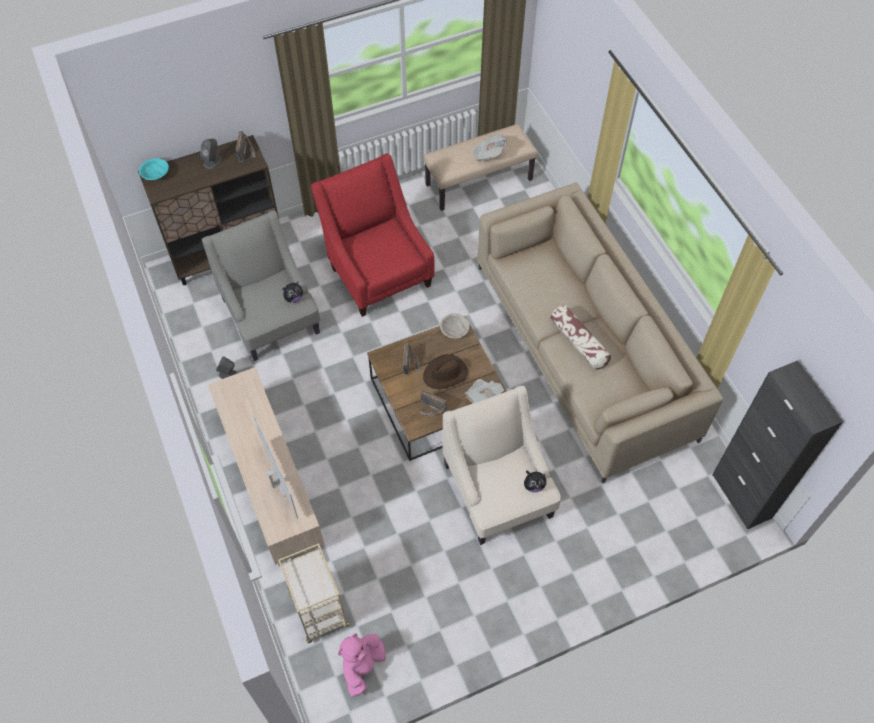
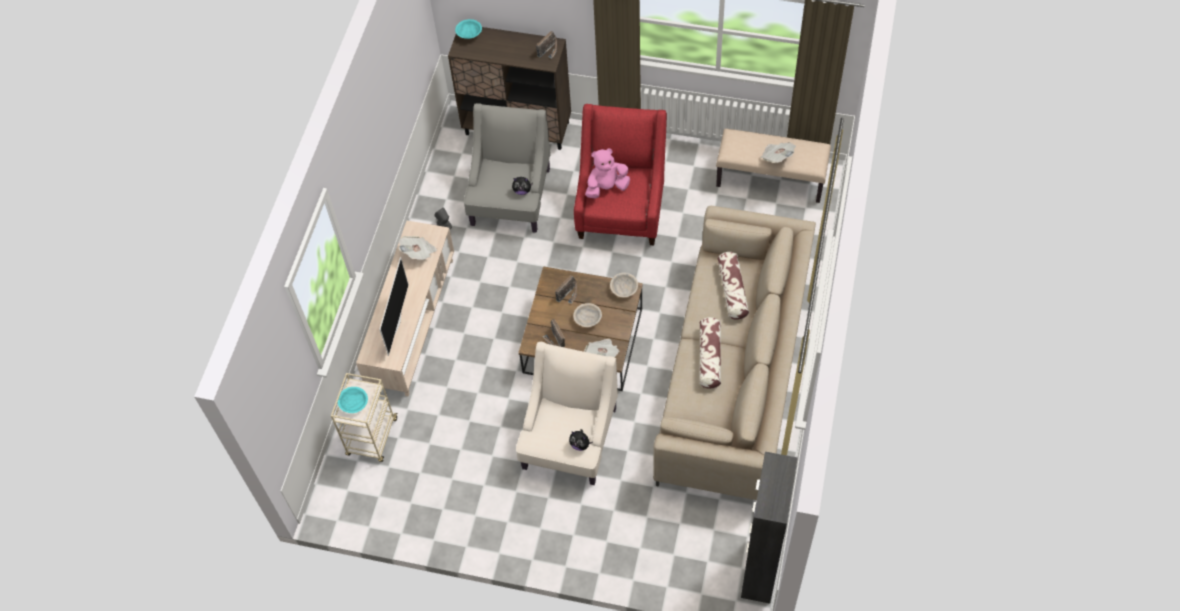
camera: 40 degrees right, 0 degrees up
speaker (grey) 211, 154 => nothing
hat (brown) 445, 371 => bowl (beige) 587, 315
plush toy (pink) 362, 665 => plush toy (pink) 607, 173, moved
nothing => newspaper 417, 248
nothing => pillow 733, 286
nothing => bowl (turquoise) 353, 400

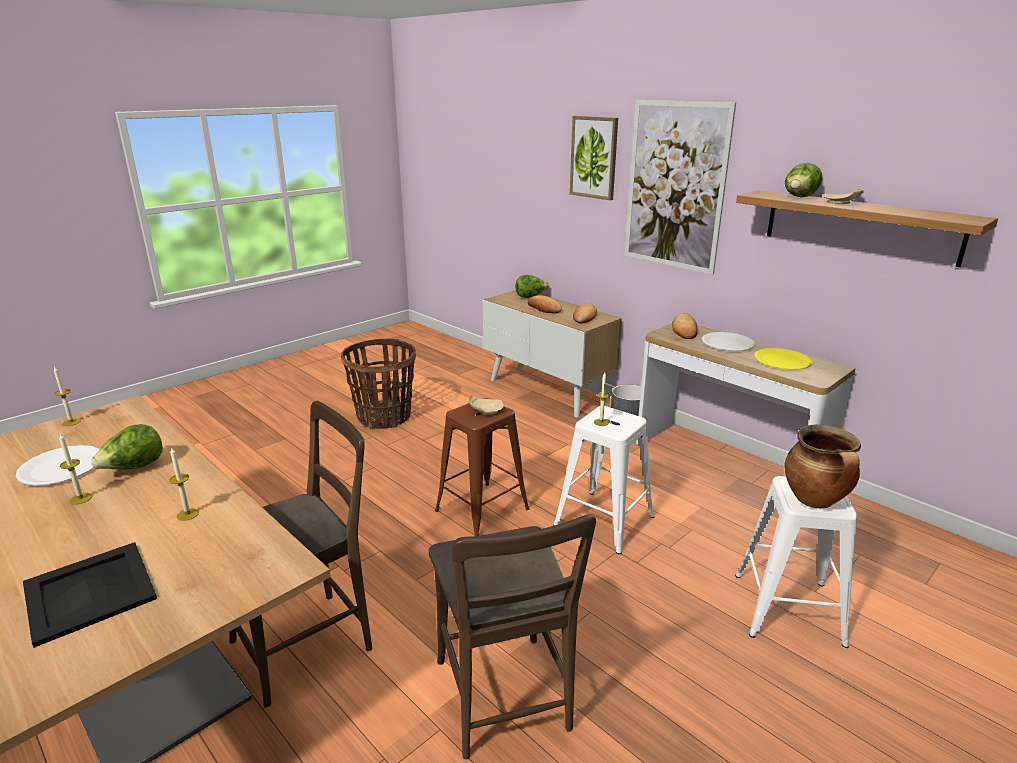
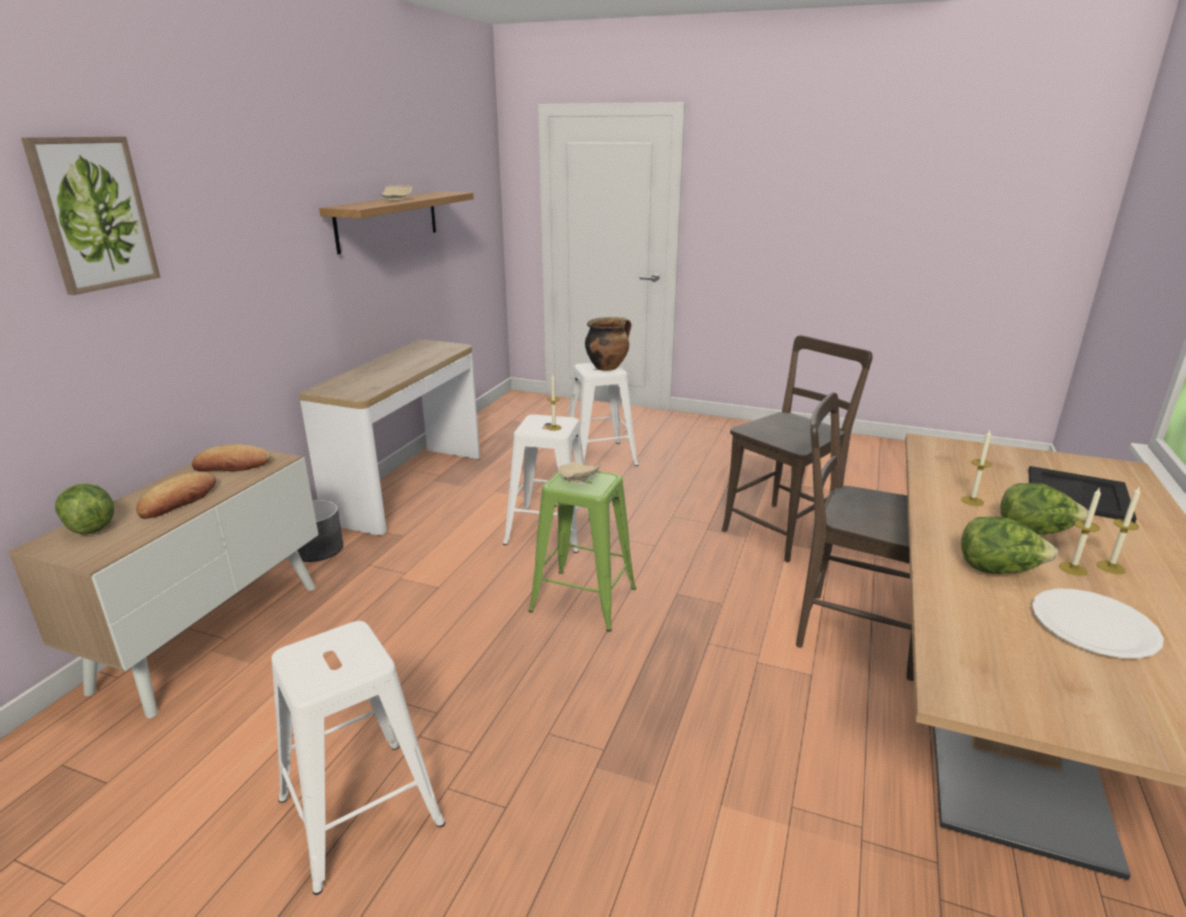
camera: 115 degrees left, 0 degrees up
picture 680, 187 => nothing
lettuce 803, 180 => lettuce 1044, 509, moved
bread 684, 326 => nothing
plate (white) 728, 341 => nothing
basket 378, 384 => stool (white) 358, 758
plate (yellow) 783, 359 => nothing
candle 67, 396 => candle 1119, 530, moved
stool (brown) 482, 467 => stool (green) 582, 551

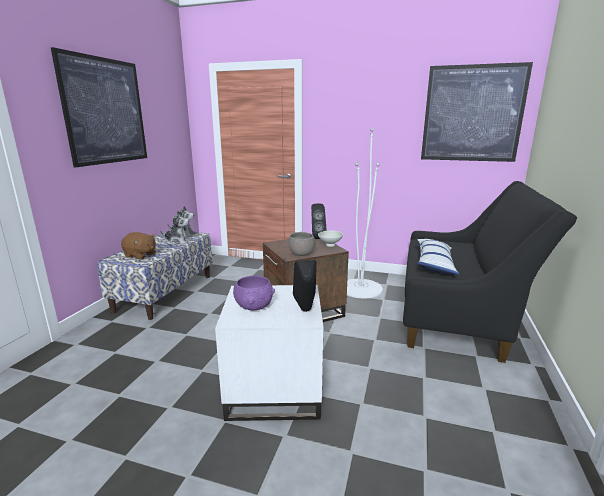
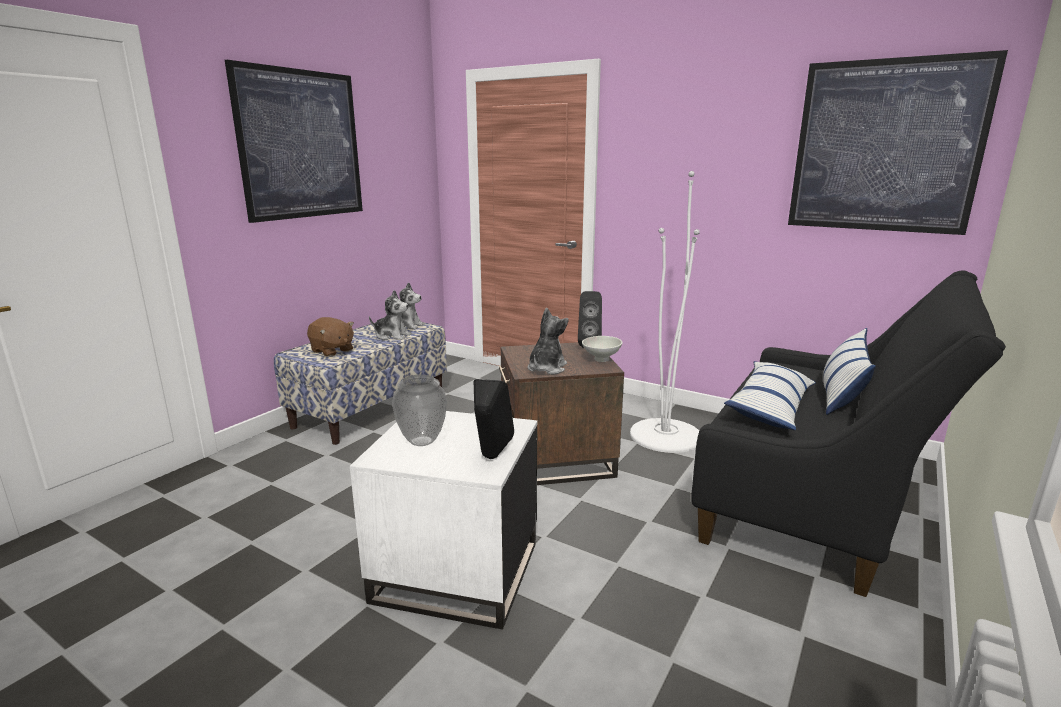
camera: 15 degrees right, 0 degrees up
bowl (grey) 301, 244 => plush toy 548, 341
bowl (purple) 254, 293 => vase 419, 410
nothing => pillow 849, 371

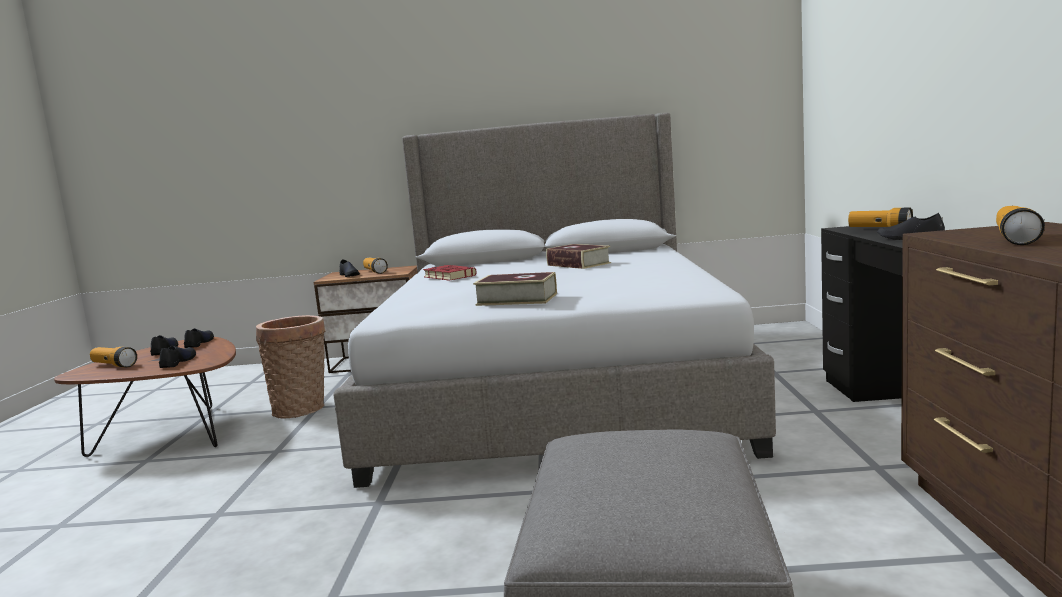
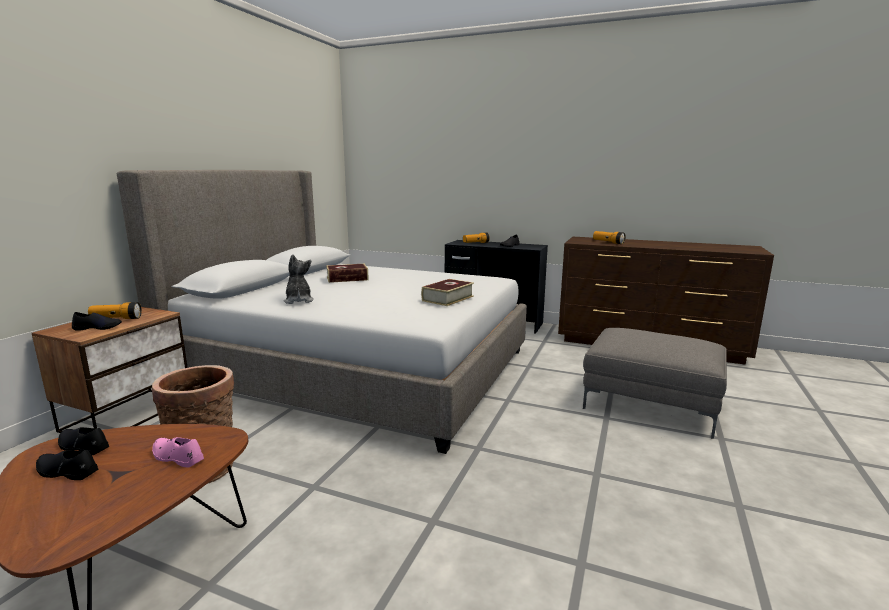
camera: 70 degrees left, 5 degrees up
book (red) 450, 273 => plush toy 299, 279
shoe (black) 177, 357 => shoe (pink) 178, 452
flashlight 113, 357 => nothing

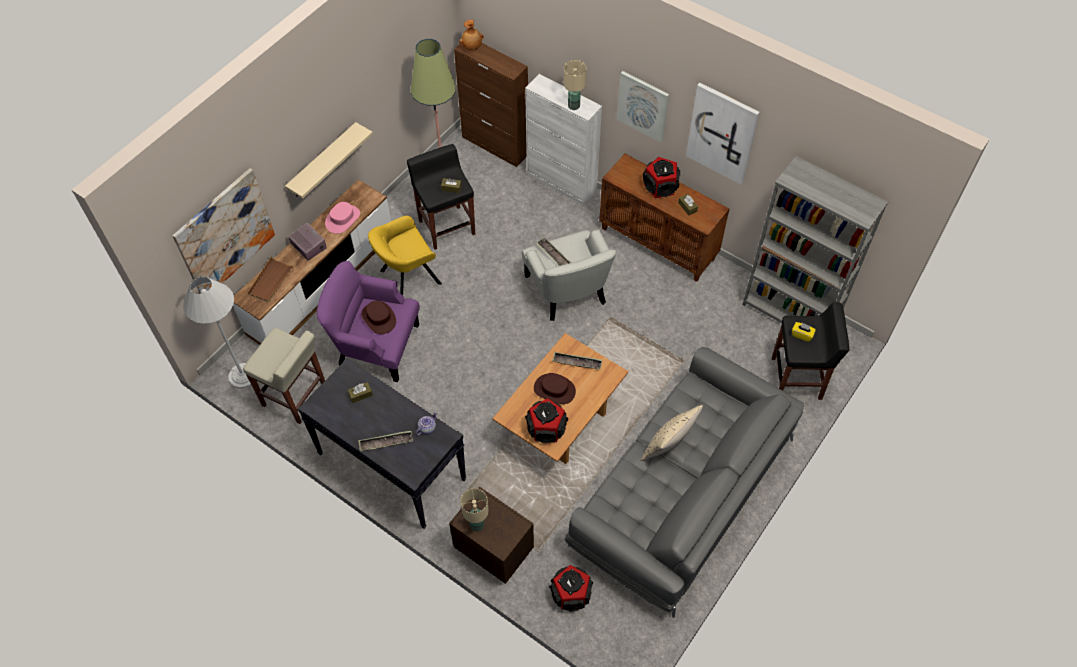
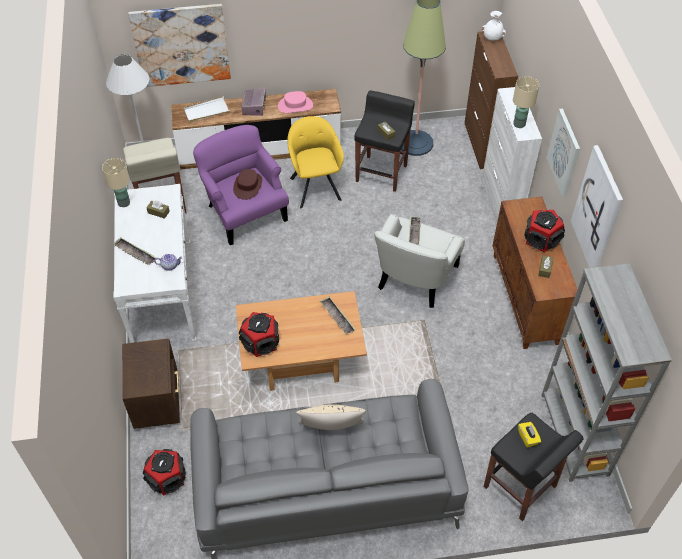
camera: 45 degrees right, 5 degrees down
vase (brown) 471, 35 => vase (white) 494, 26
shelf (beige) 329, 160 => nothing
armchair (yellow) 405, 255 => armchair (yellow) 315, 162, 60 degrees clockwise
tray (brown) 271, 279 => tray (white) 207, 109
console table (black) 382, 443 => console table (white) 154, 263
hat (brown) 555, 388 => nothing
table lamp (beige) 474, 510 => table lamp (beige) 116, 182, moved

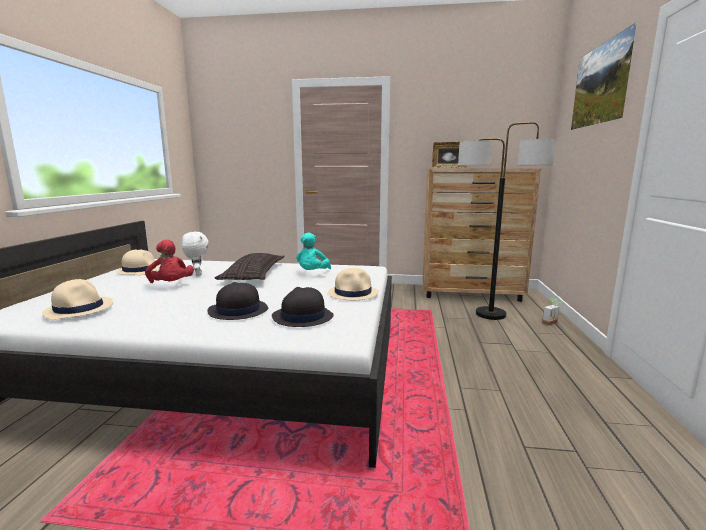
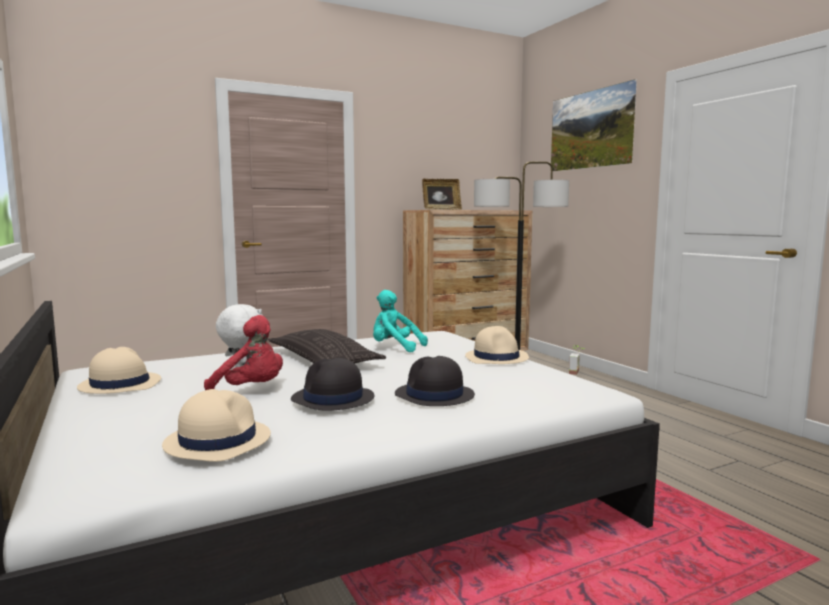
camera: 35 degrees left, 5 degrees down
plush toy (turquoise) 313, 251 => plush toy (turquoise) 400, 321, 135 degrees clockwise
hat (black) 303, 307 => hat (black) 332, 384, moved

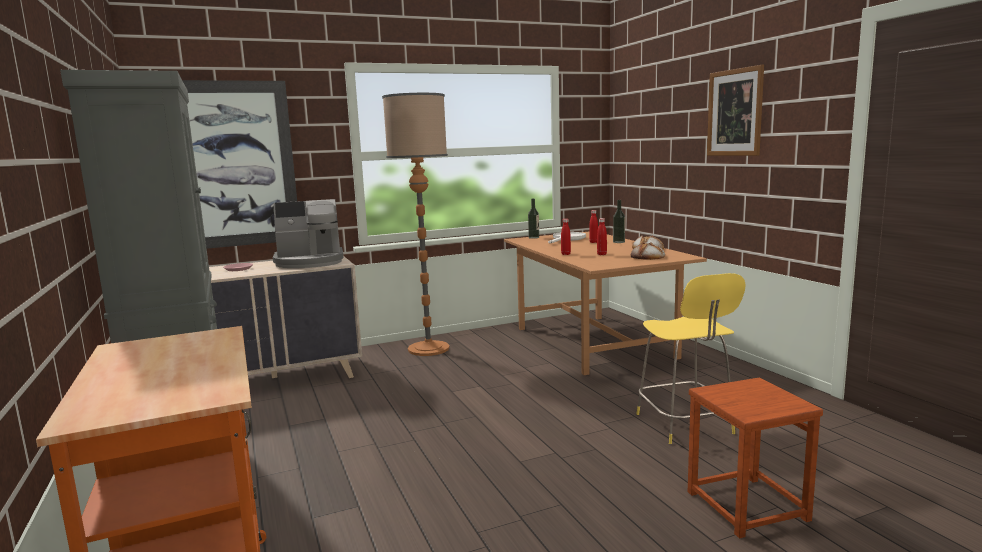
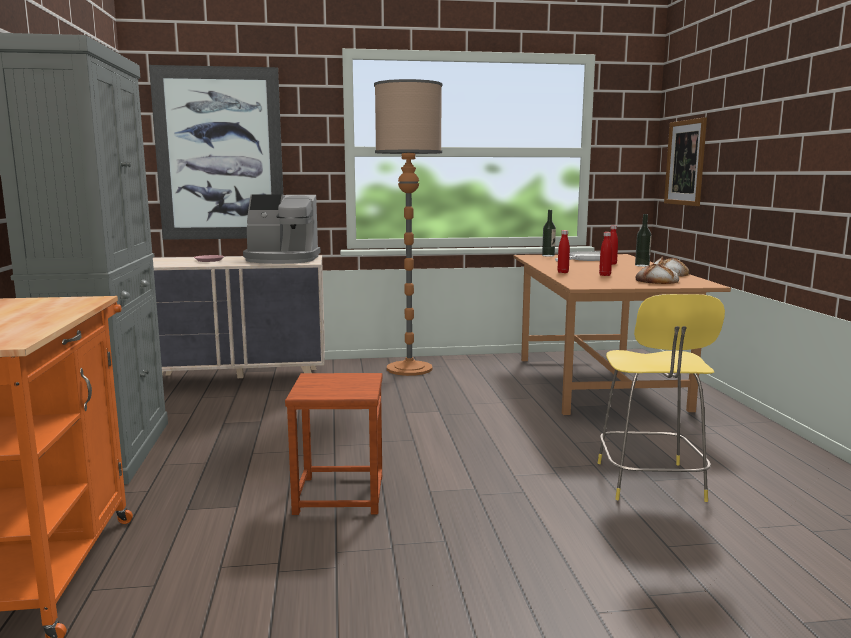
camera: 15 degrees right, 0 degrees up
picture 735, 110 => picture 685, 161, moved
stool (brown) 755, 458 => stool (brown) 333, 444, moved

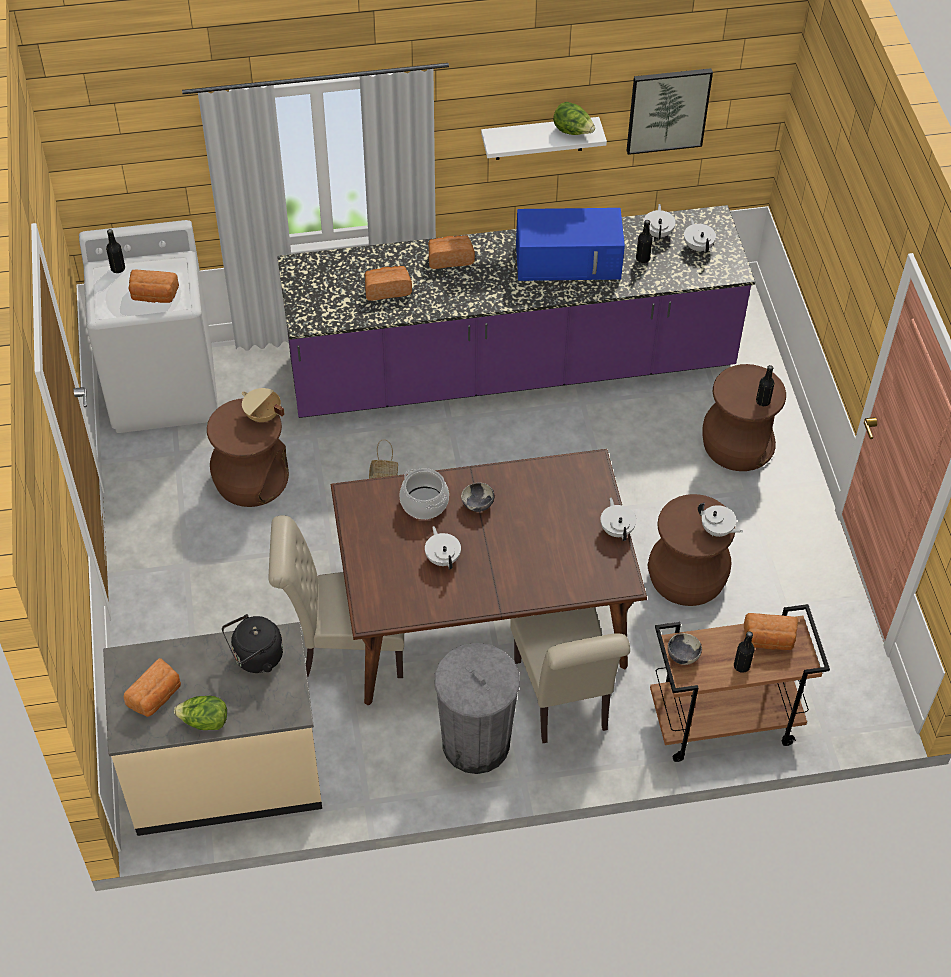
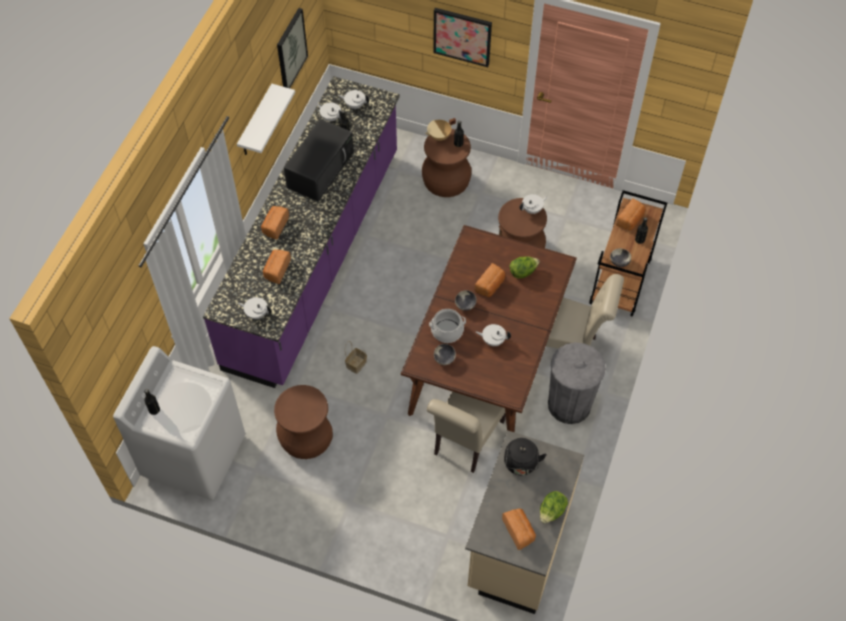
camera: 60 degrees left, 5 degrees up
lettuce 574, 118 => lettuce 525, 267, moved
microwave (blue) 570, 244 => microwave (black) 319, 160
bread 153, 286 => bread 489, 280, moved
cooking pot (beige) 263, 405 => cooking pot (beige) 440, 129, moved
teapot (white) 618, 519 => teapot (white) 255, 308, moved
nothing => picture 462, 37
nothing => bowl 445, 354

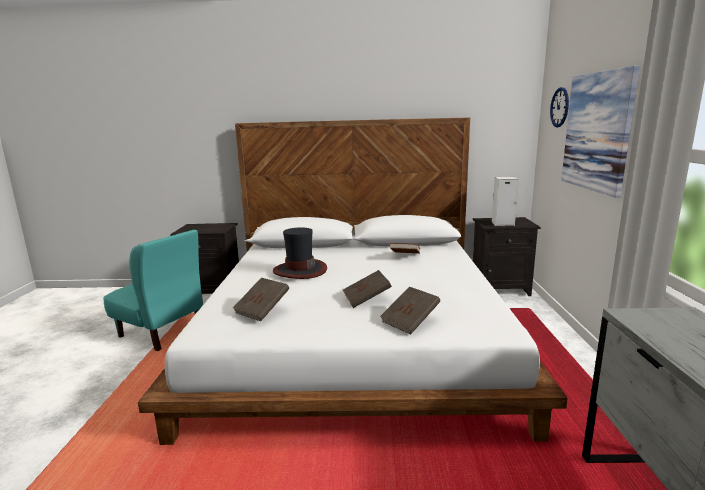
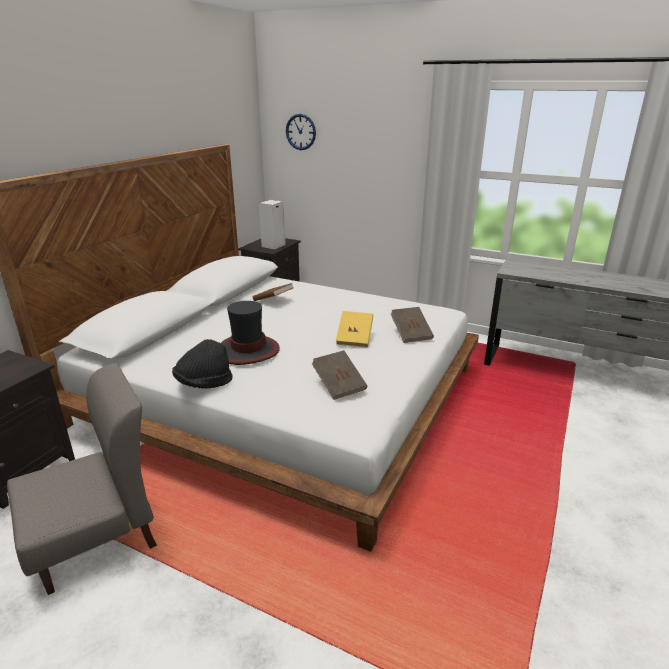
camera: 65 degrees left, 10 degrees up
picture 600, 131 => nothing
chair (turquoise) 153, 290 => chair (grey) 82, 479
book (brown) 367, 289 => book (yellow) 355, 329
nothing => hat (black) 202, 364

